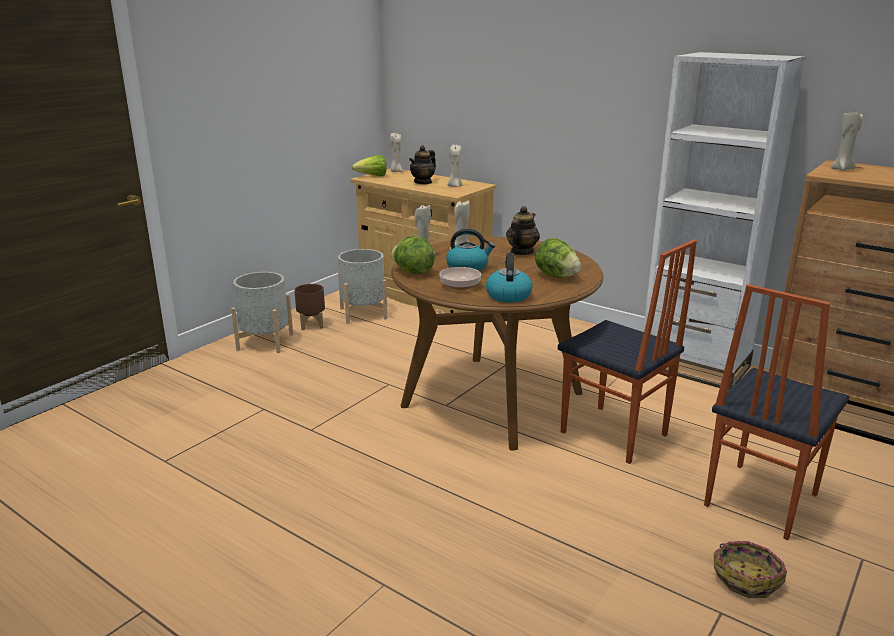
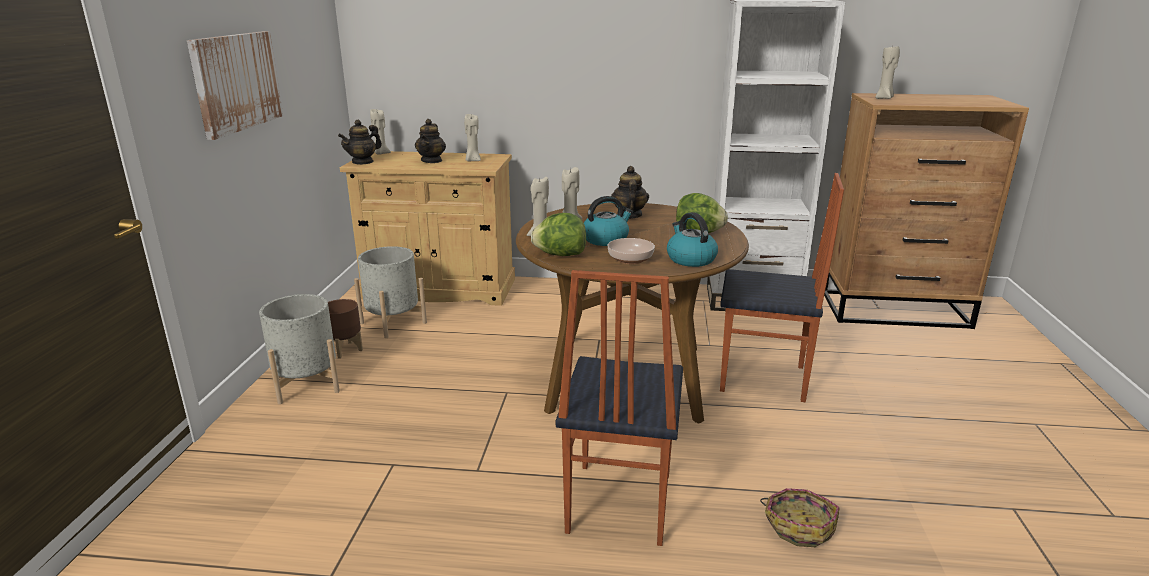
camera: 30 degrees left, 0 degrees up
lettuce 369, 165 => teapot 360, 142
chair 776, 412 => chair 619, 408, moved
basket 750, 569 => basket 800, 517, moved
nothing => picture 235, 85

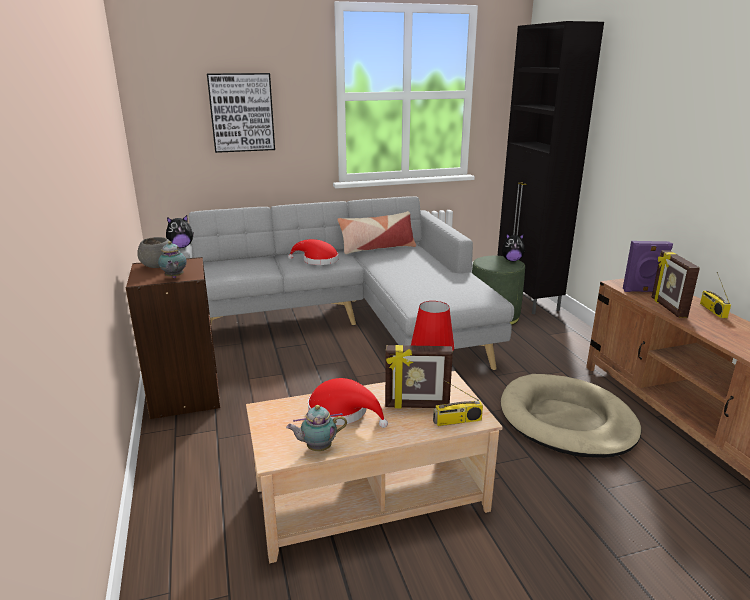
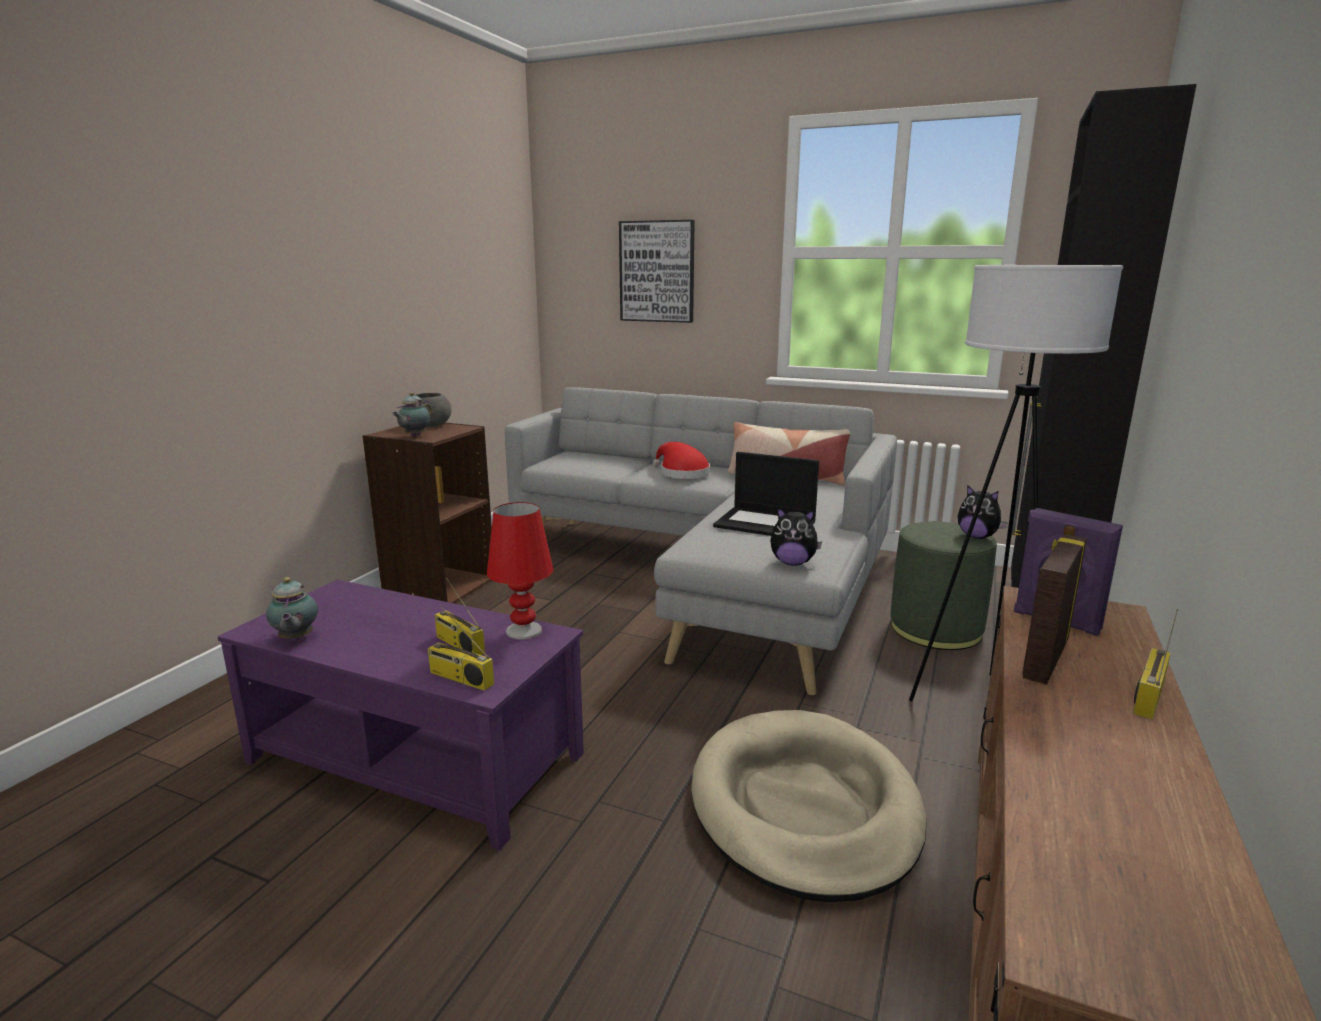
camera: 40 degrees right, 5 degrees down
plush toy 180, 231 => plush toy 796, 536, moved
picture frame 419, 376 => radio 460, 616
coffee table (beige) 374, 467 => coffee table (purple) 400, 715
hat (red) 348, 403 => nothing
teapot 316, 428 => teapot 292, 609, 135 degrees counterclockwise
nothing => floor lamp (white) 1016, 483
nothing => laptop 766, 494

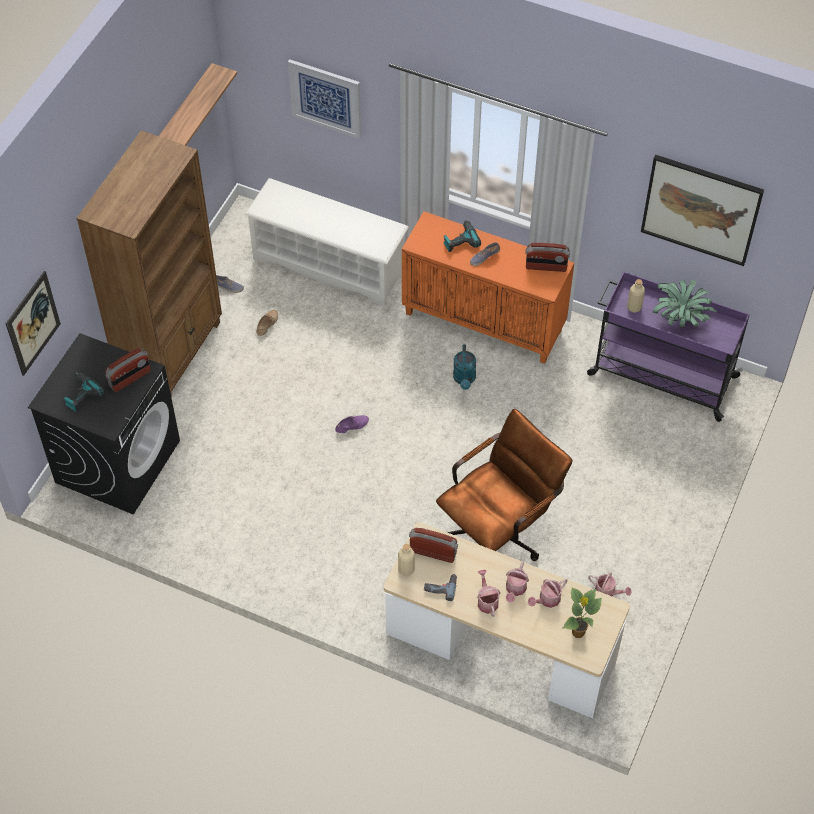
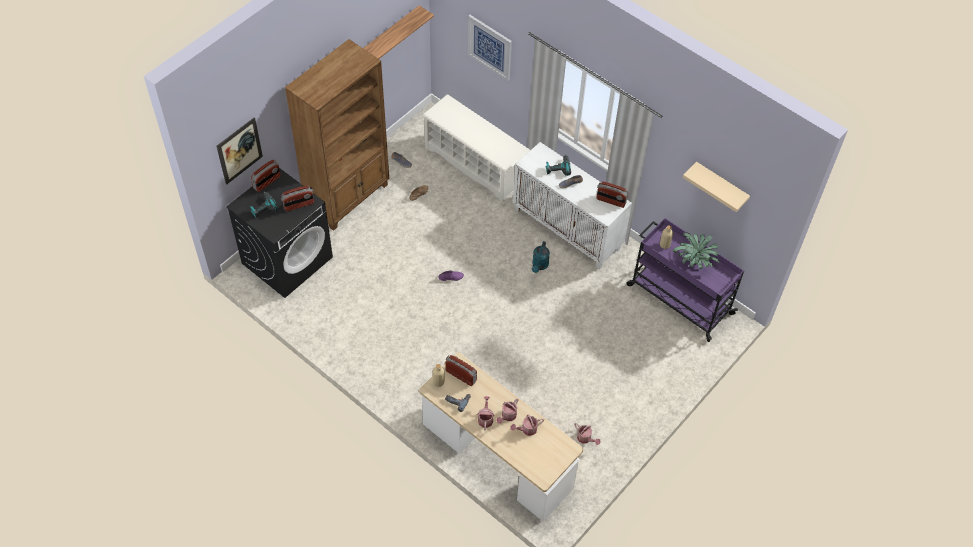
camera: 15 degrees right, 0 degrees up
picture 702, 210 => shelf (beige) 716, 187
cabinet (orange) 488, 287 => cabinet (white) 572, 206
office chair (brown) 504, 485 => nothing
potted plant 582, 613 => nothing
nothing => radio 266, 176

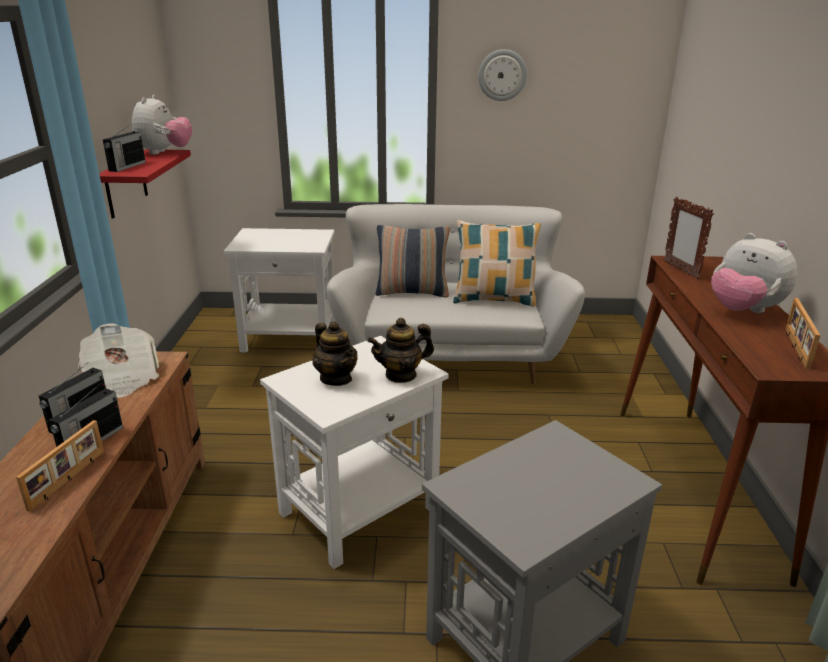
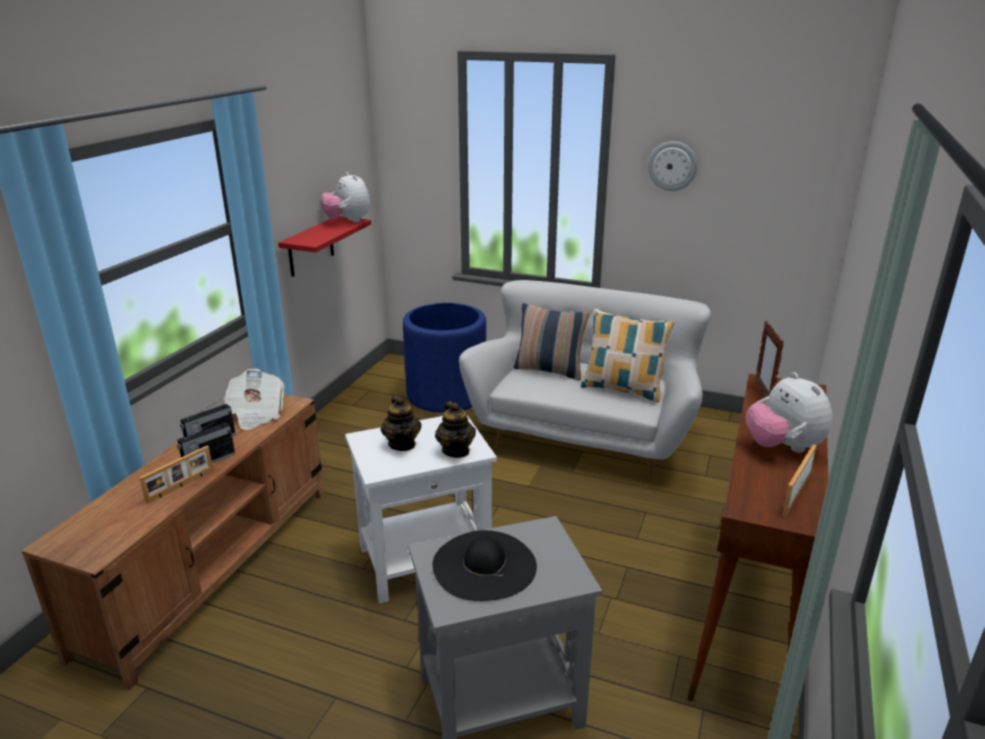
camera: 20 degrees right, 0 degrees up
plush toy 162, 125 => plush toy 345, 197, 120 degrees clockwise
radio 124, 148 => nothing
side table (white) 279, 290 => planter (blue) 444, 358
teapot 400, 350 => teapot 455, 429, 105 degrees counterclockwise
nothing => hat (black) 485, 565

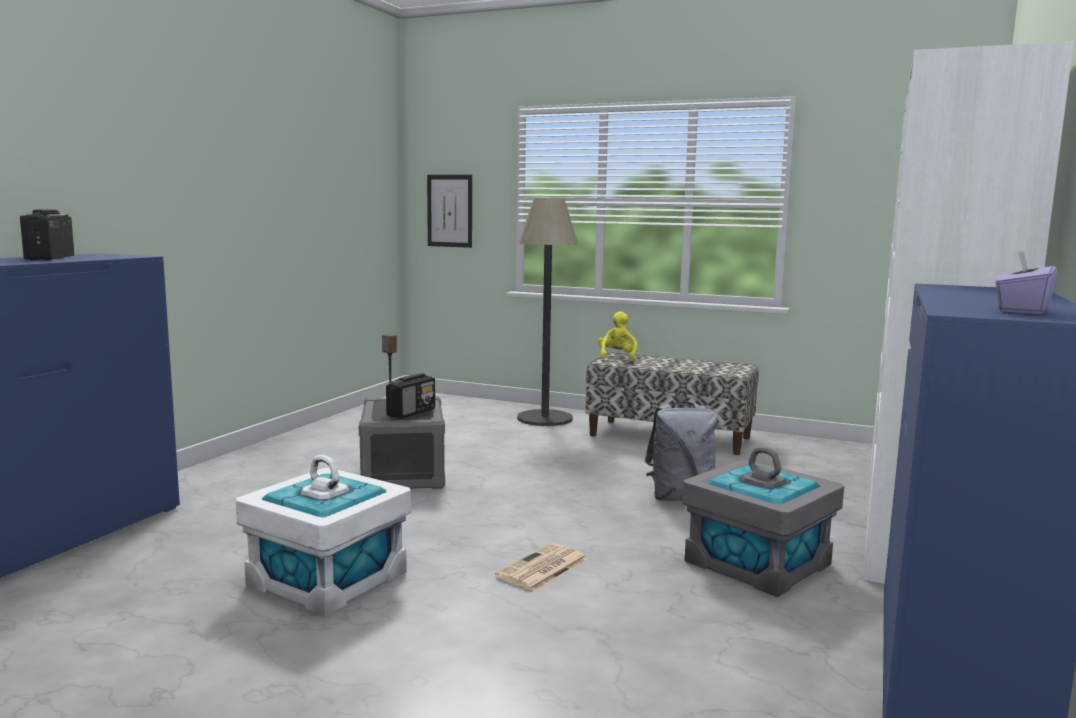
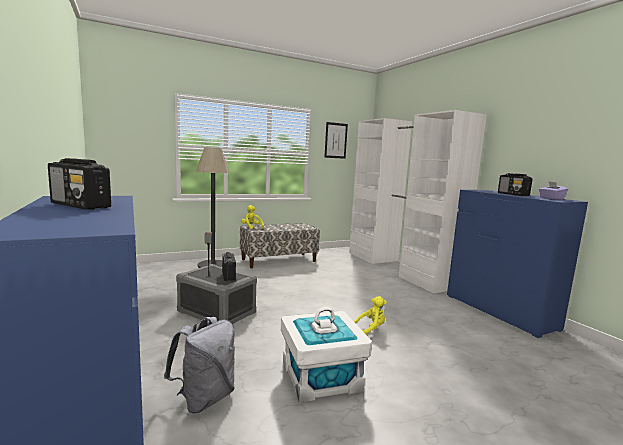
camera: 50 degrees left, 0 degrees up
picture 449, 211 => picture 336, 140, moved
backpack (grey) 681, 451 => backpack (grey) 199, 365, moved
storage box (grey) 763, 521 => nothing
newspaper 541, 567 => plush toy (yellow) 370, 315
nothing => radio 515, 184

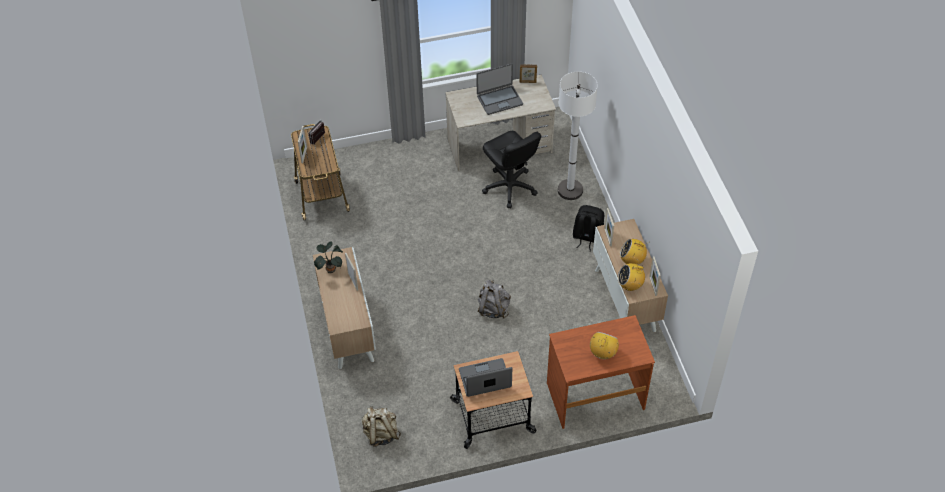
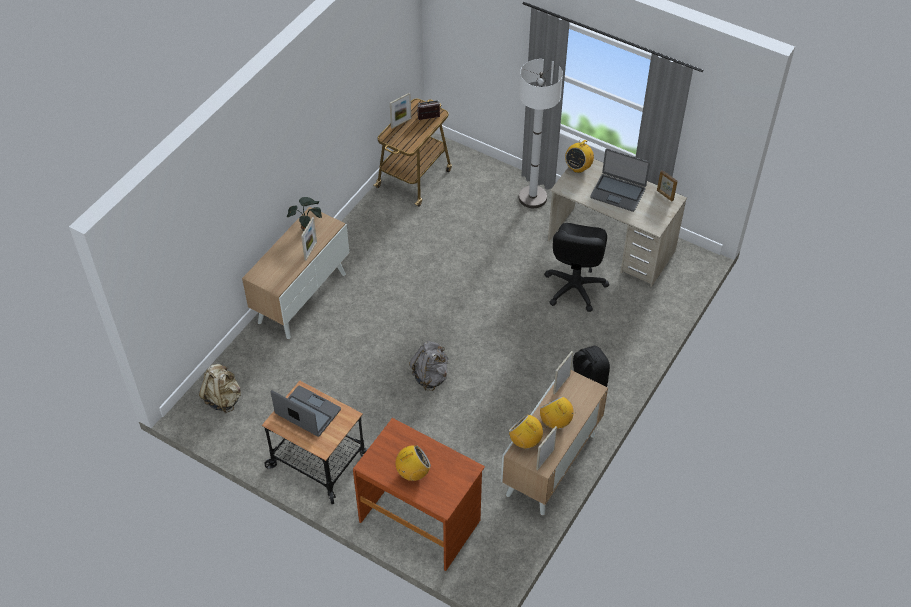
camera: 45 degrees right, 0 degrees up
floor lamp (white) 578, 136 => floor lamp (white) 541, 133, moved
nothing => radio 579, 155

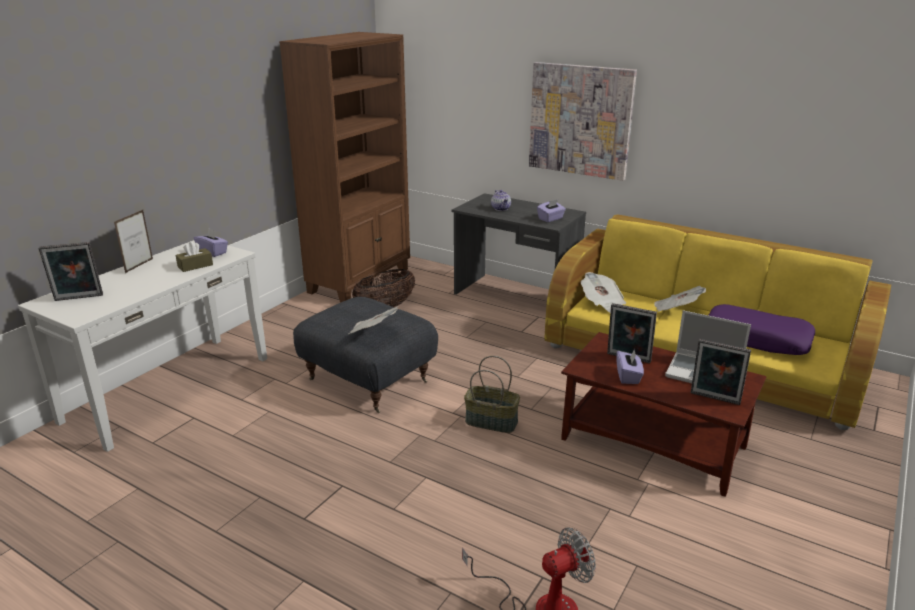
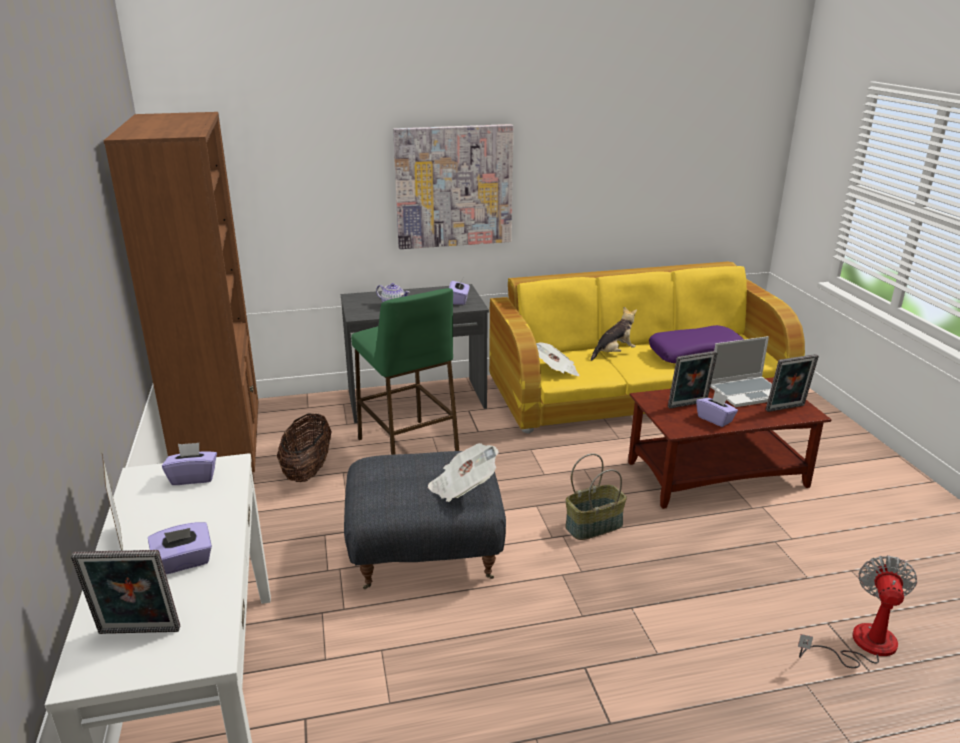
camera: 45 degrees left, 0 degrees up
tissue box (brown) 194, 256 => nothing
picture frame 71, 271 => picture frame 125, 592, 60 degrees clockwise
newspaper 680, 299 => plush toy 614, 334
nothing => stool (green) 405, 371
nothing => tissue box (purple) 180, 548

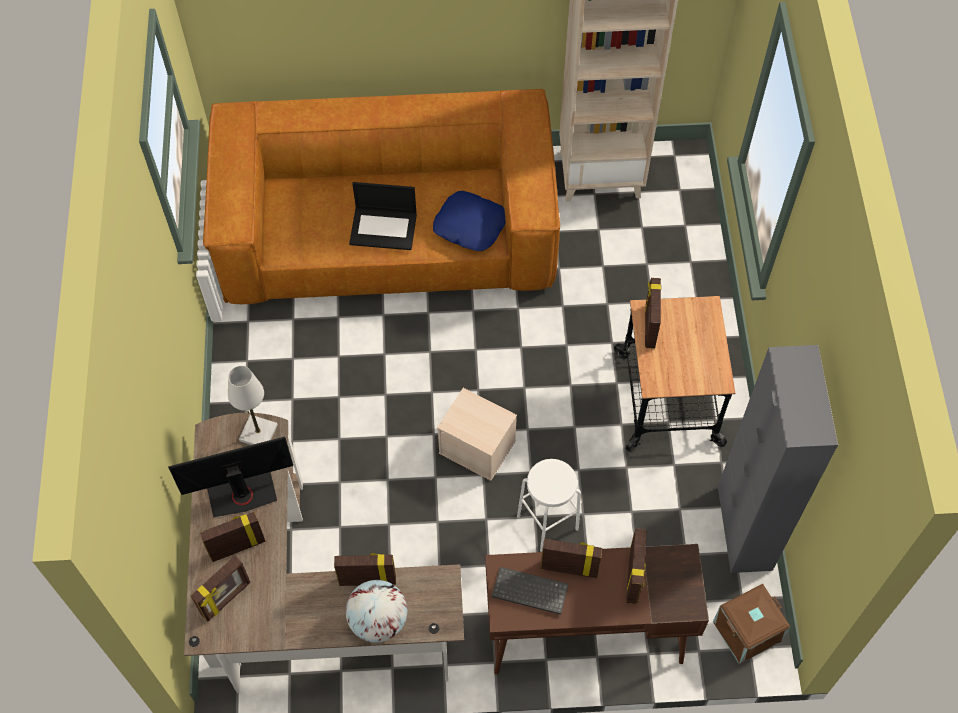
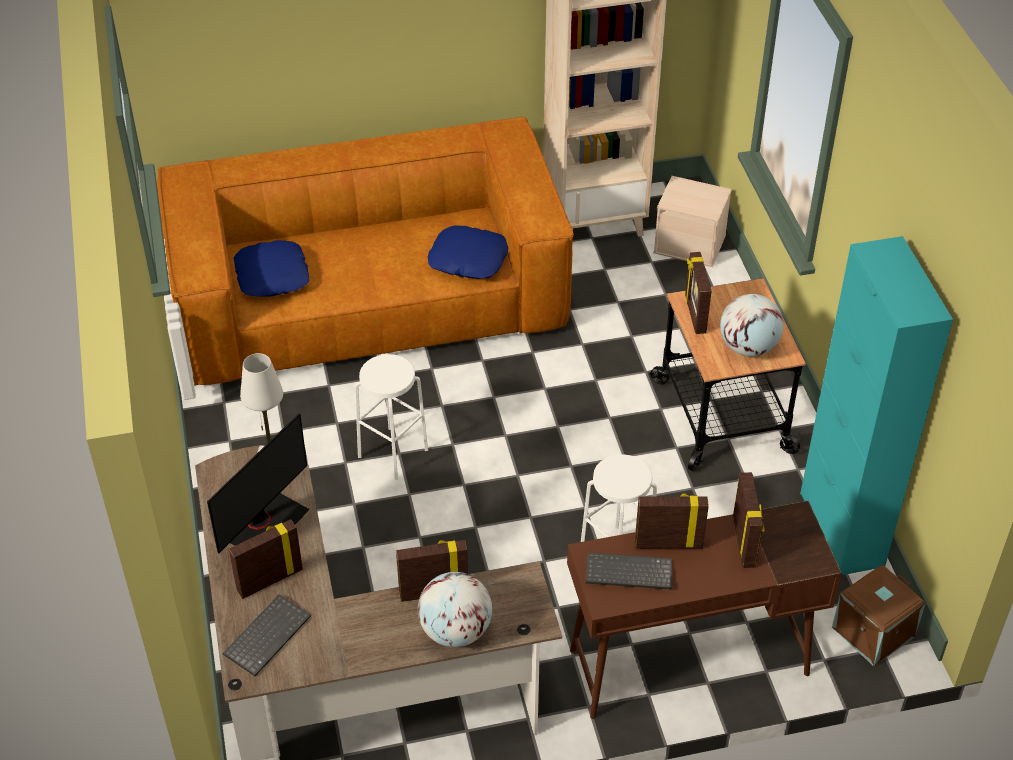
camera: 10 degrees left, 15 degrees down
laptop 383, 216 => nothing
cabinet (grey) 778, 459 => cabinet (turquoise) 876, 405
storage box (beige) 477, 434 => storage box (beige) 692, 221, moved
monitor 230, 477 => monitor 258, 483, 150 degrees clockwise
picture frame 220, 589 => keyboard 267, 635
nothing => pillow (blue) 271, 268
nothing => globe 752, 325
nothing => stool (white) 391, 417

